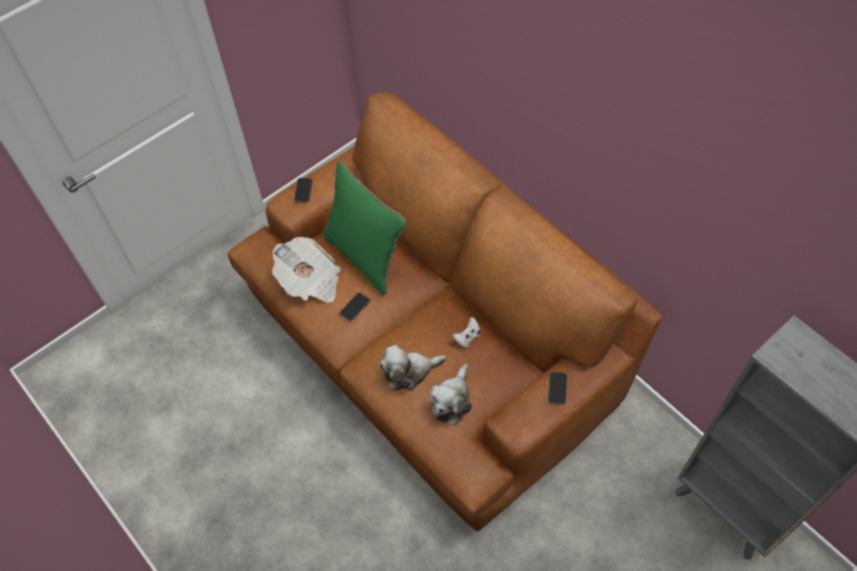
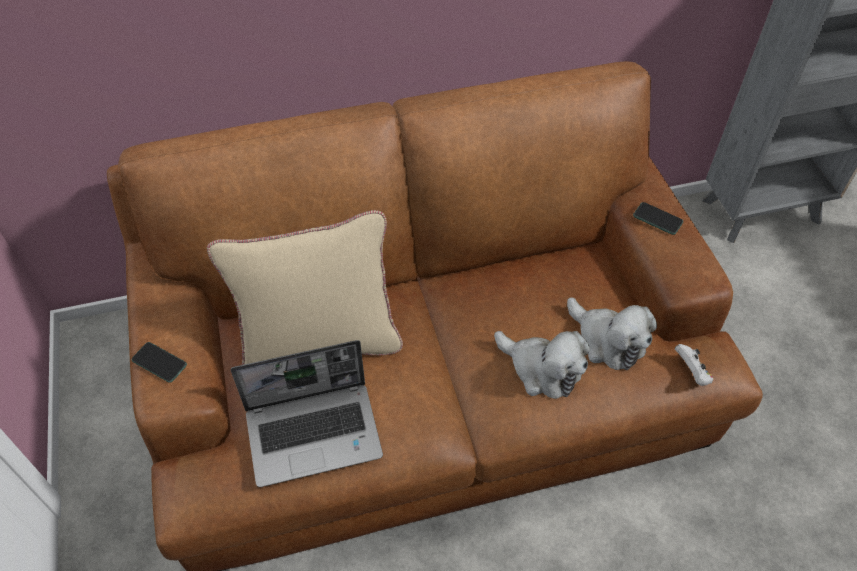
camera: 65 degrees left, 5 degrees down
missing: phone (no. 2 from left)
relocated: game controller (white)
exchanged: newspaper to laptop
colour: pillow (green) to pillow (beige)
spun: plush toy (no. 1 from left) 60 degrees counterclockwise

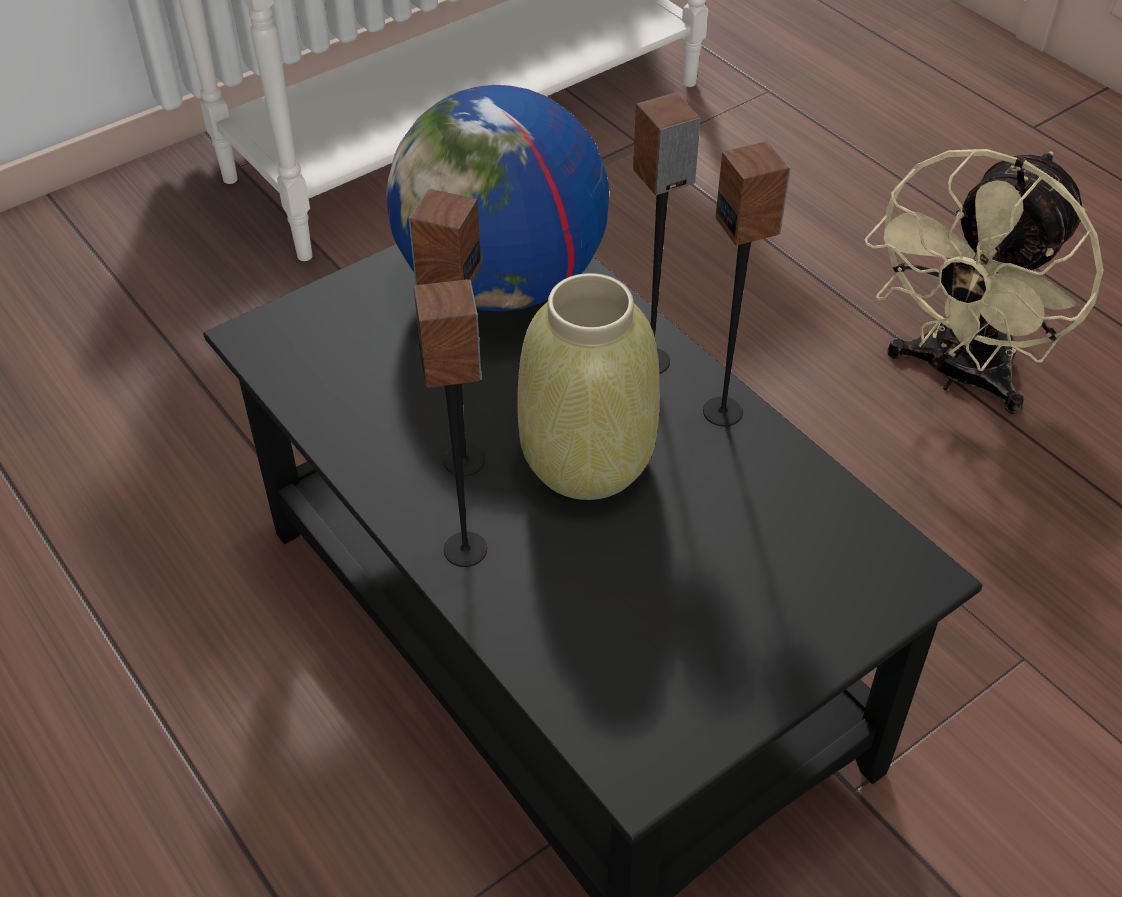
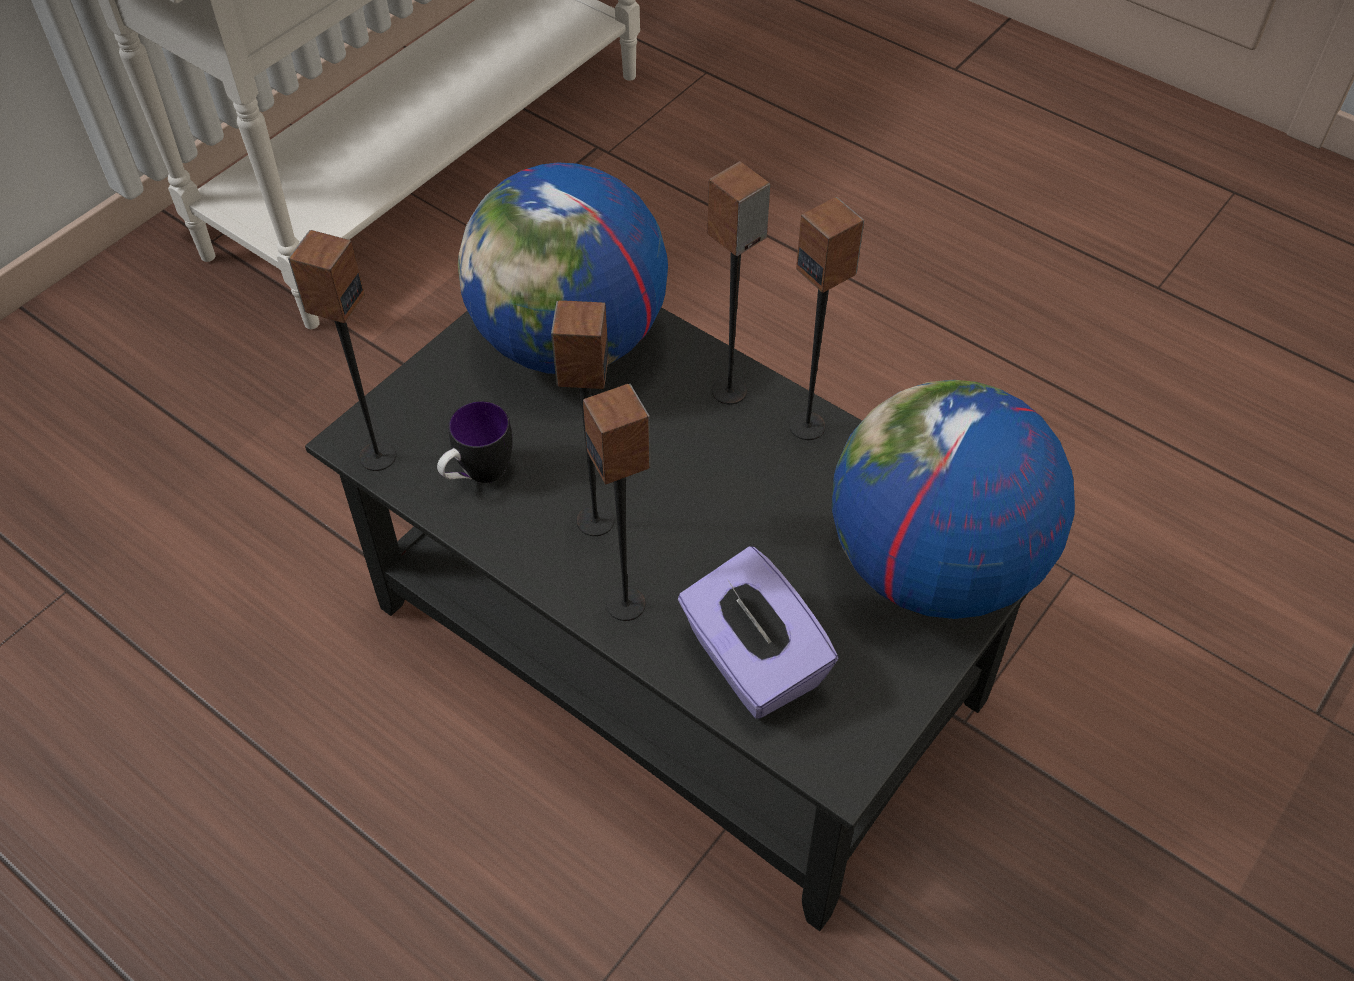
camera: 15 degrees left, 5 degrees up
missing: vase (beige); fan (beige)
appeared: speaker (no. 1 from left); mug; tissue box (purple); globe (no. 2 from left)

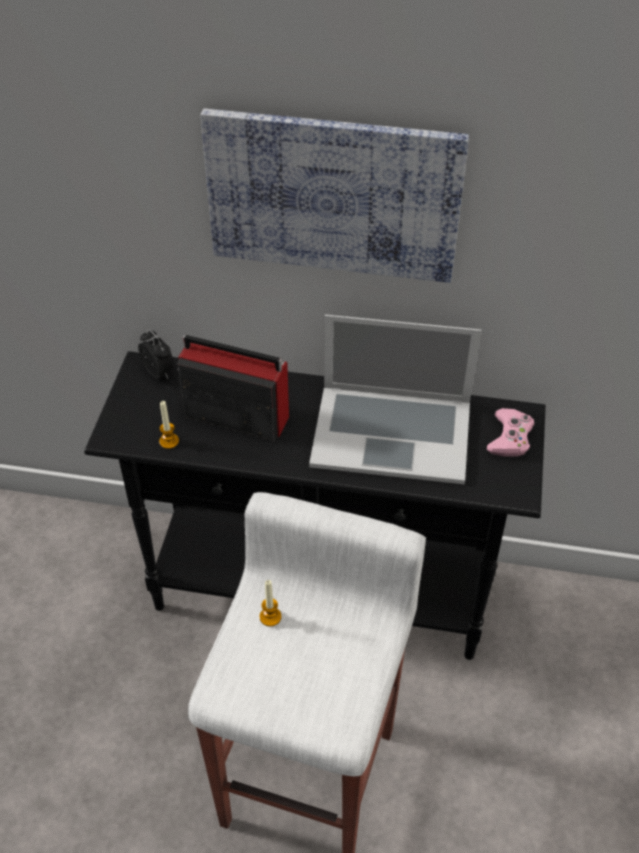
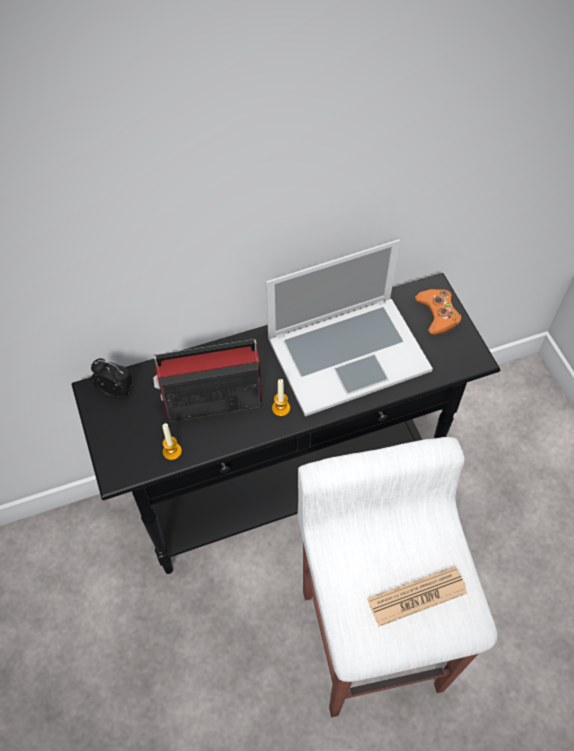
camera: 30 degrees left, 10 degrees up
missing: picture
appeared: newspaper
relocated: candle (no. 2 from left)
colour: game controller (pink) to game controller (orange)

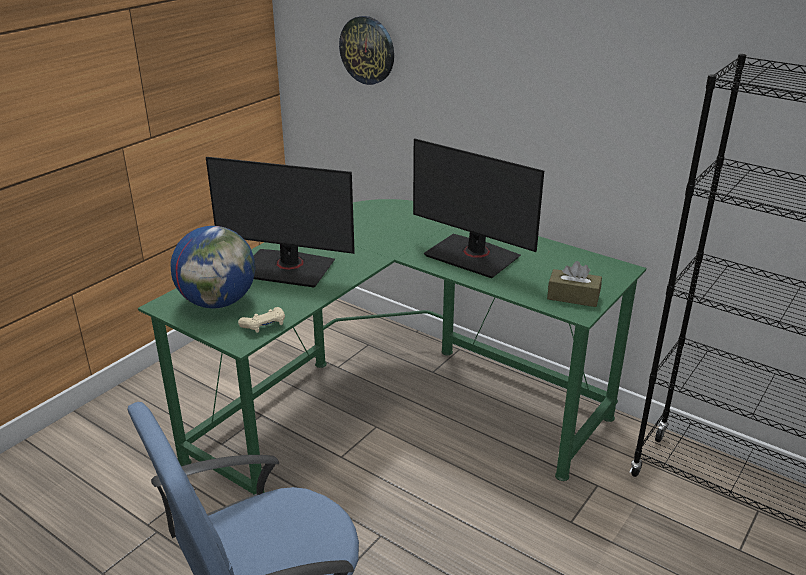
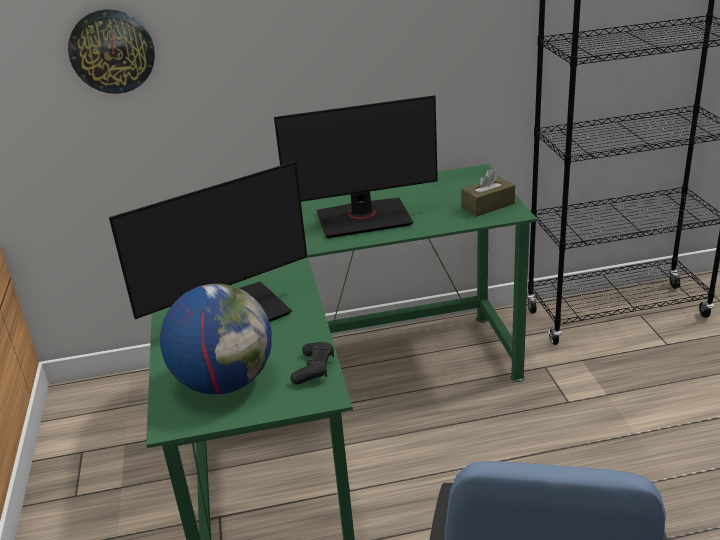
camera: 45 degrees left, 0 degrees up
colour: game controller (beige) to game controller (black)

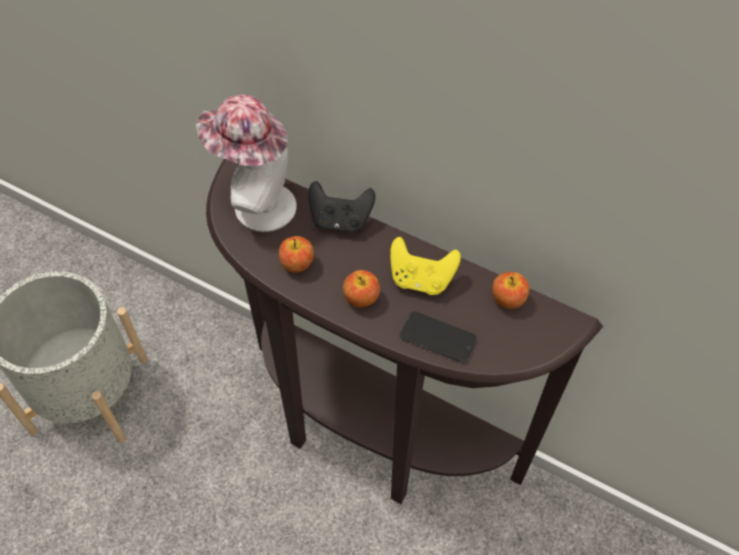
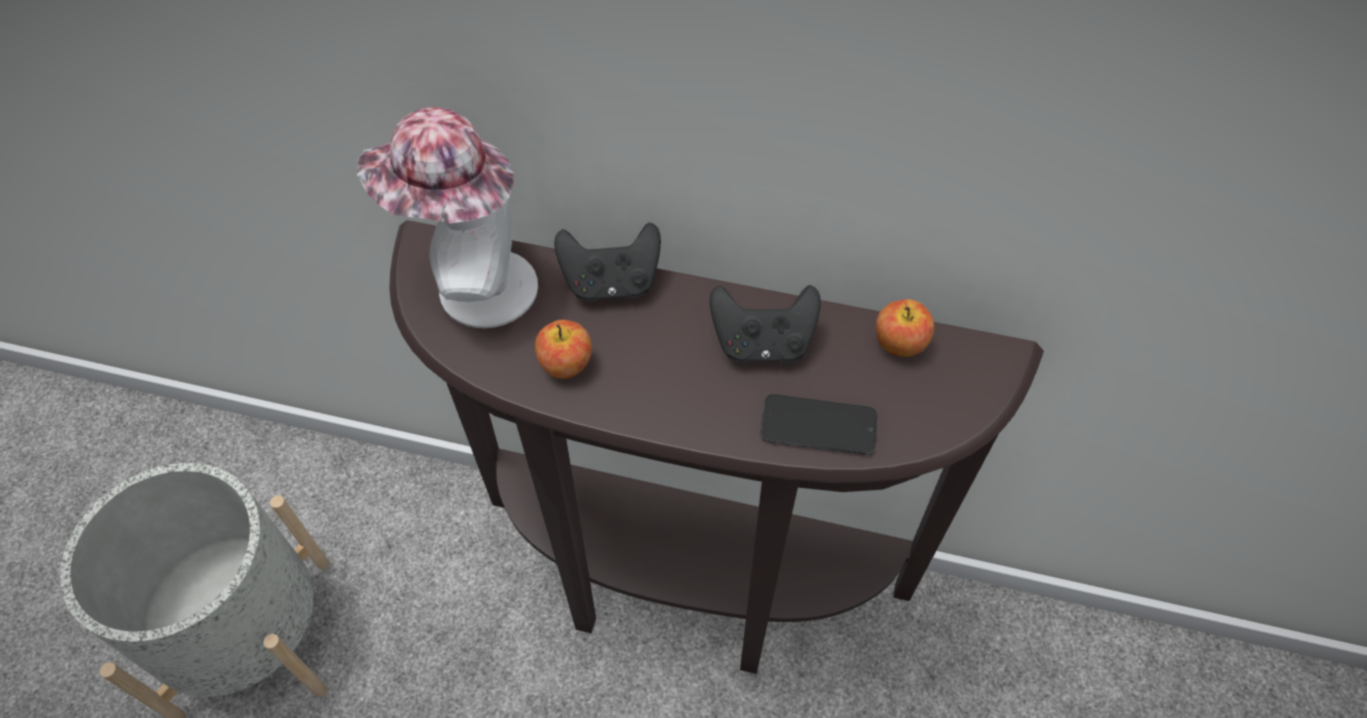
camera: 15 degrees left, 0 degrees up
missing: apple (no. 2 from left)
colour: game controller (yellow) to game controller (black) (no. 2 from left)

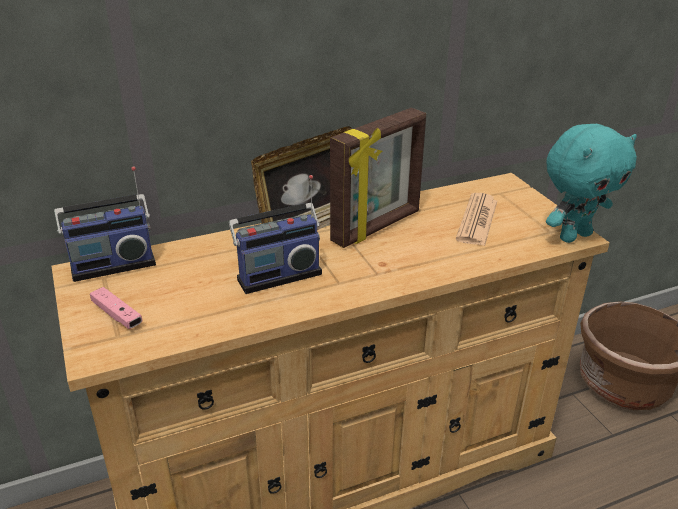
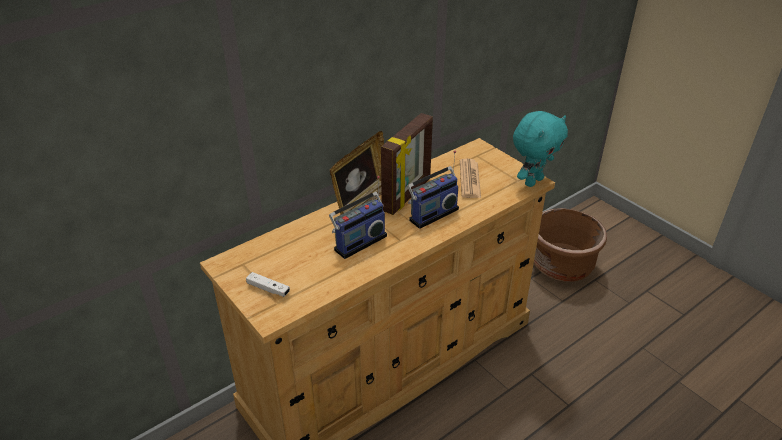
camera: 15 degrees left, 5 degrees up
relocated: radio (no. 1 from left in the first image) to radio (no. 2 from left)
colour: game controller (pink) to game controller (white)

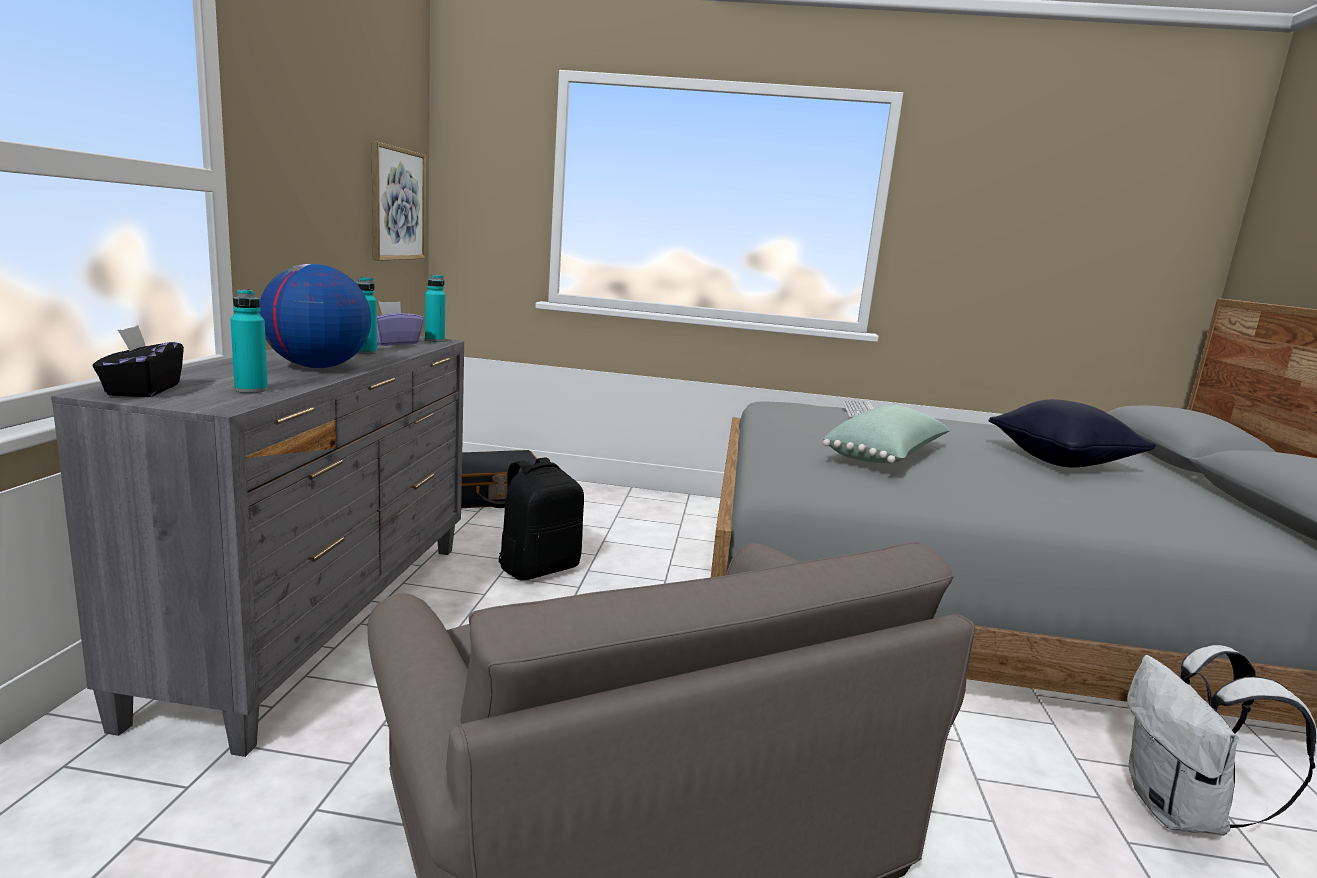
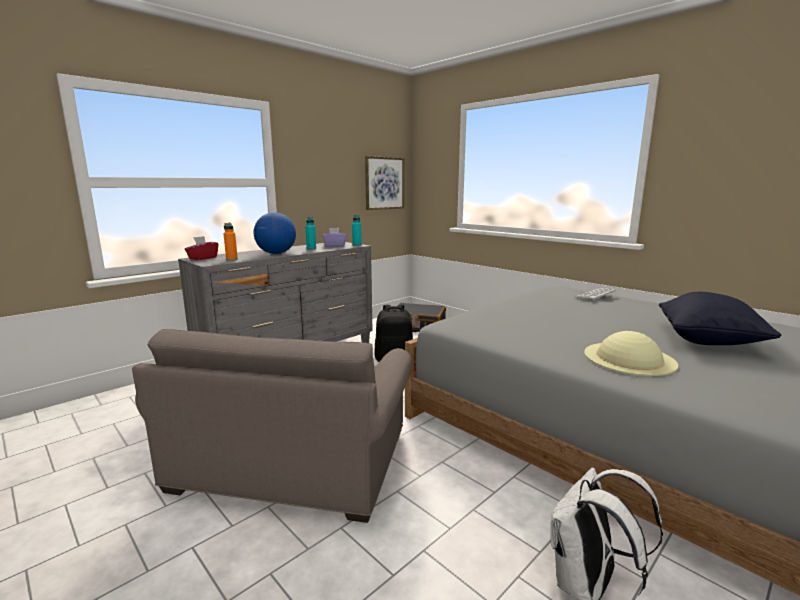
camera: 40 degrees right, 0 degrees up
missing: pillow (green)
appeared: hat (beige)
colour: tissue box (black) to tissue box (red); bottle (turquoise) (no. 1 from left) to bottle (orange)

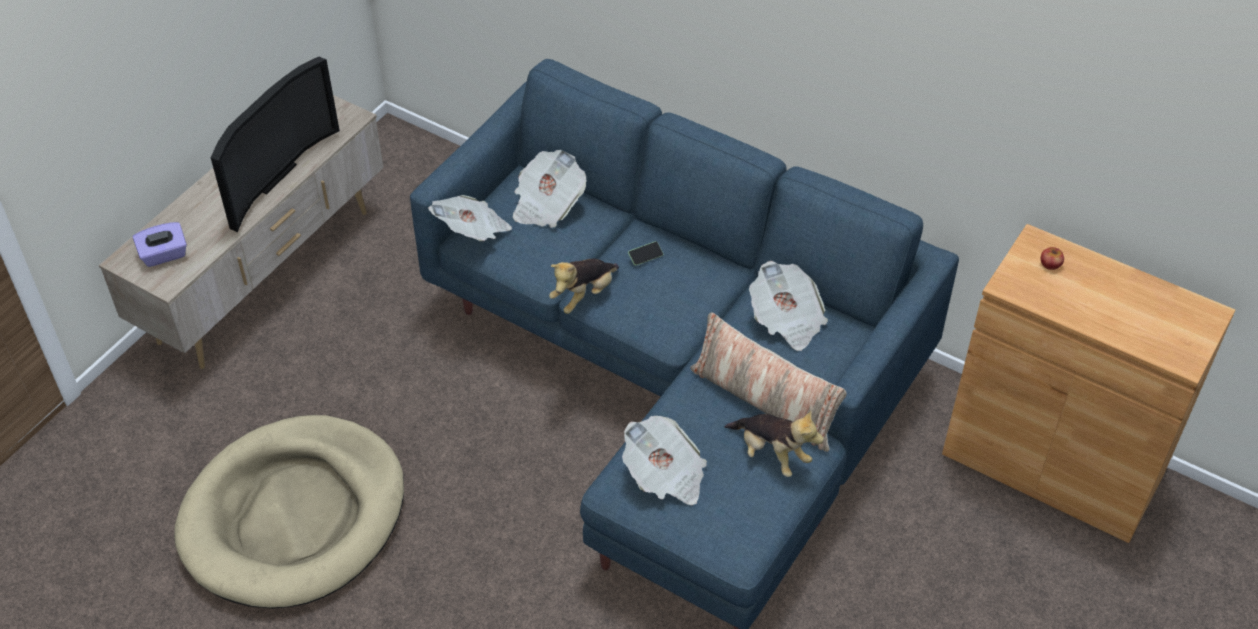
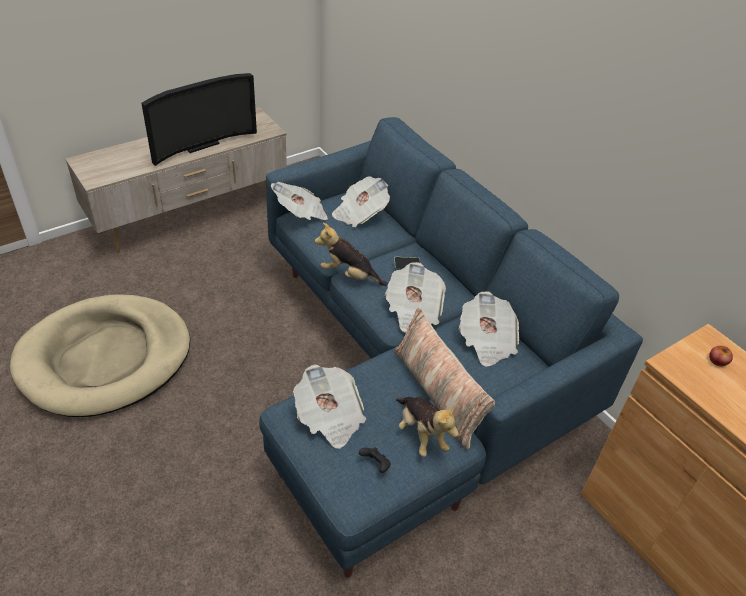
camera: 20 degrees right, 5 degrees down
missing: tissue box (purple)
appeared: game controller (black); newspaper (no. 4 from left)
spun: plush toy (no. 1 from left) 45 degrees clockwise

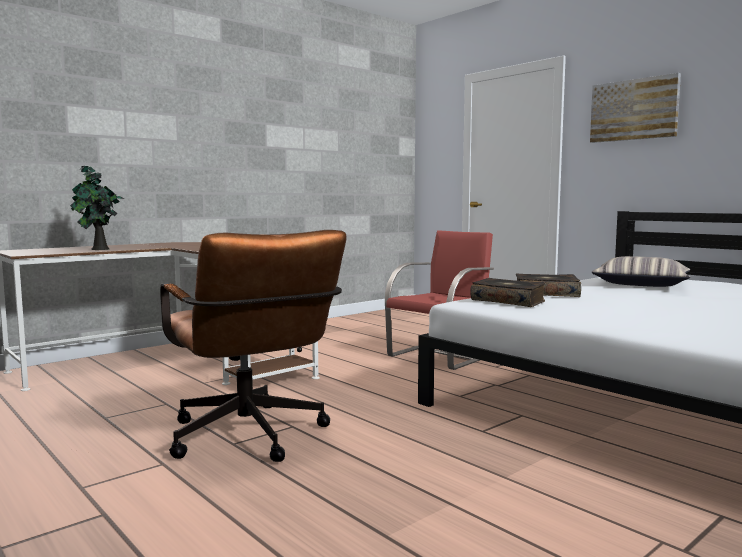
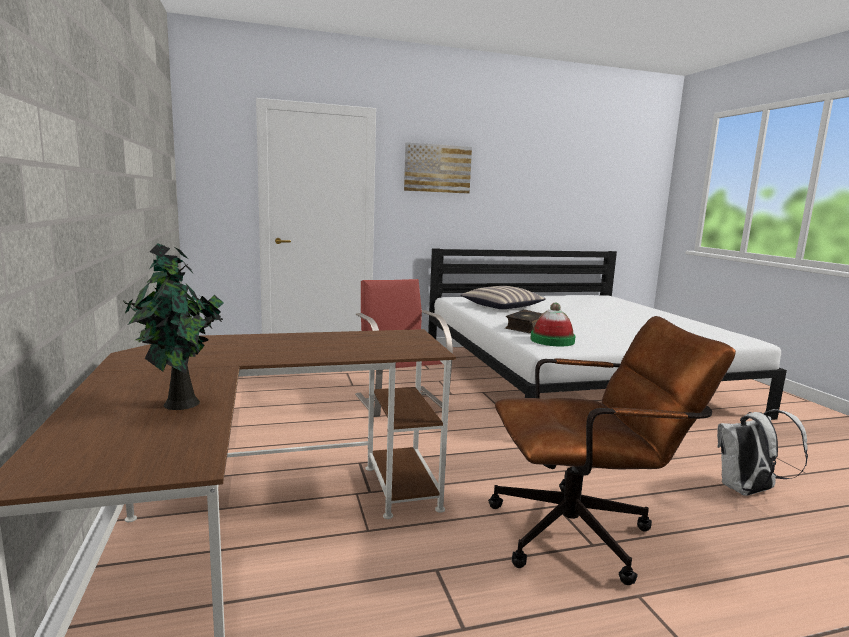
camera: 65 degrees left, 5 degrees up
appeared: backpack (white)
exchanged: book (no. 1 from left) to hat

